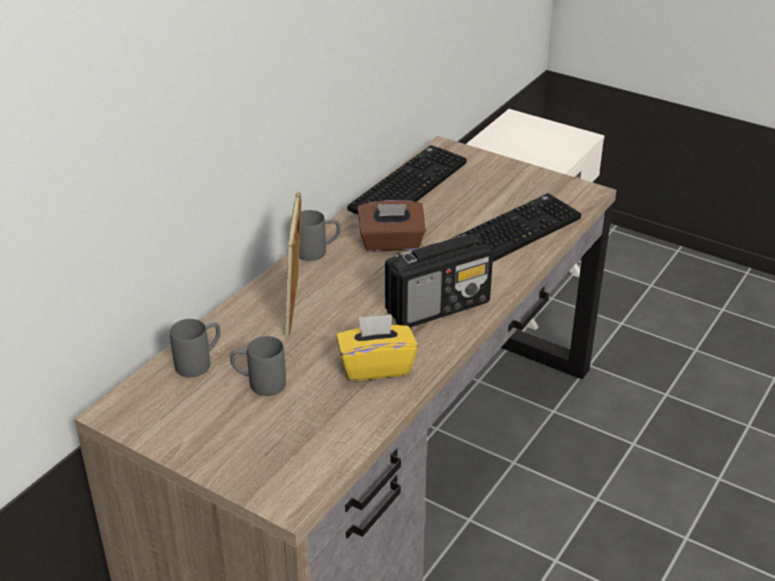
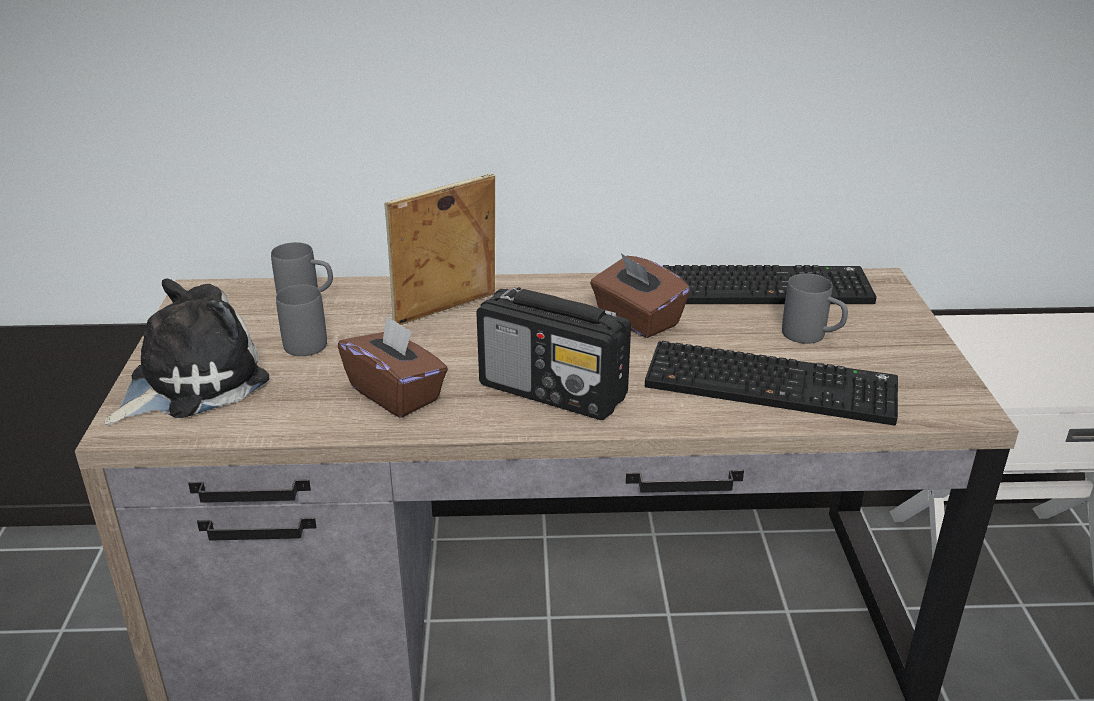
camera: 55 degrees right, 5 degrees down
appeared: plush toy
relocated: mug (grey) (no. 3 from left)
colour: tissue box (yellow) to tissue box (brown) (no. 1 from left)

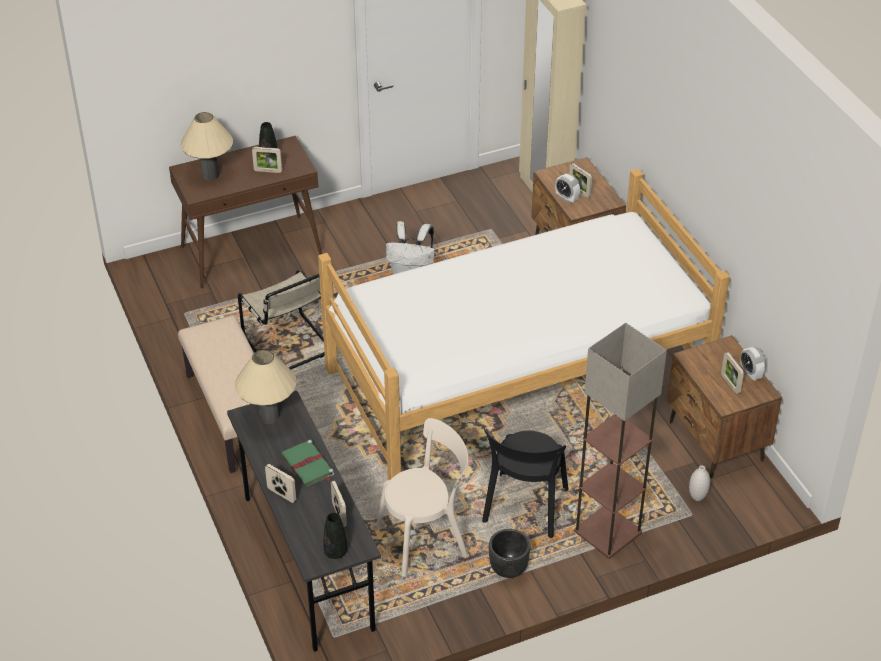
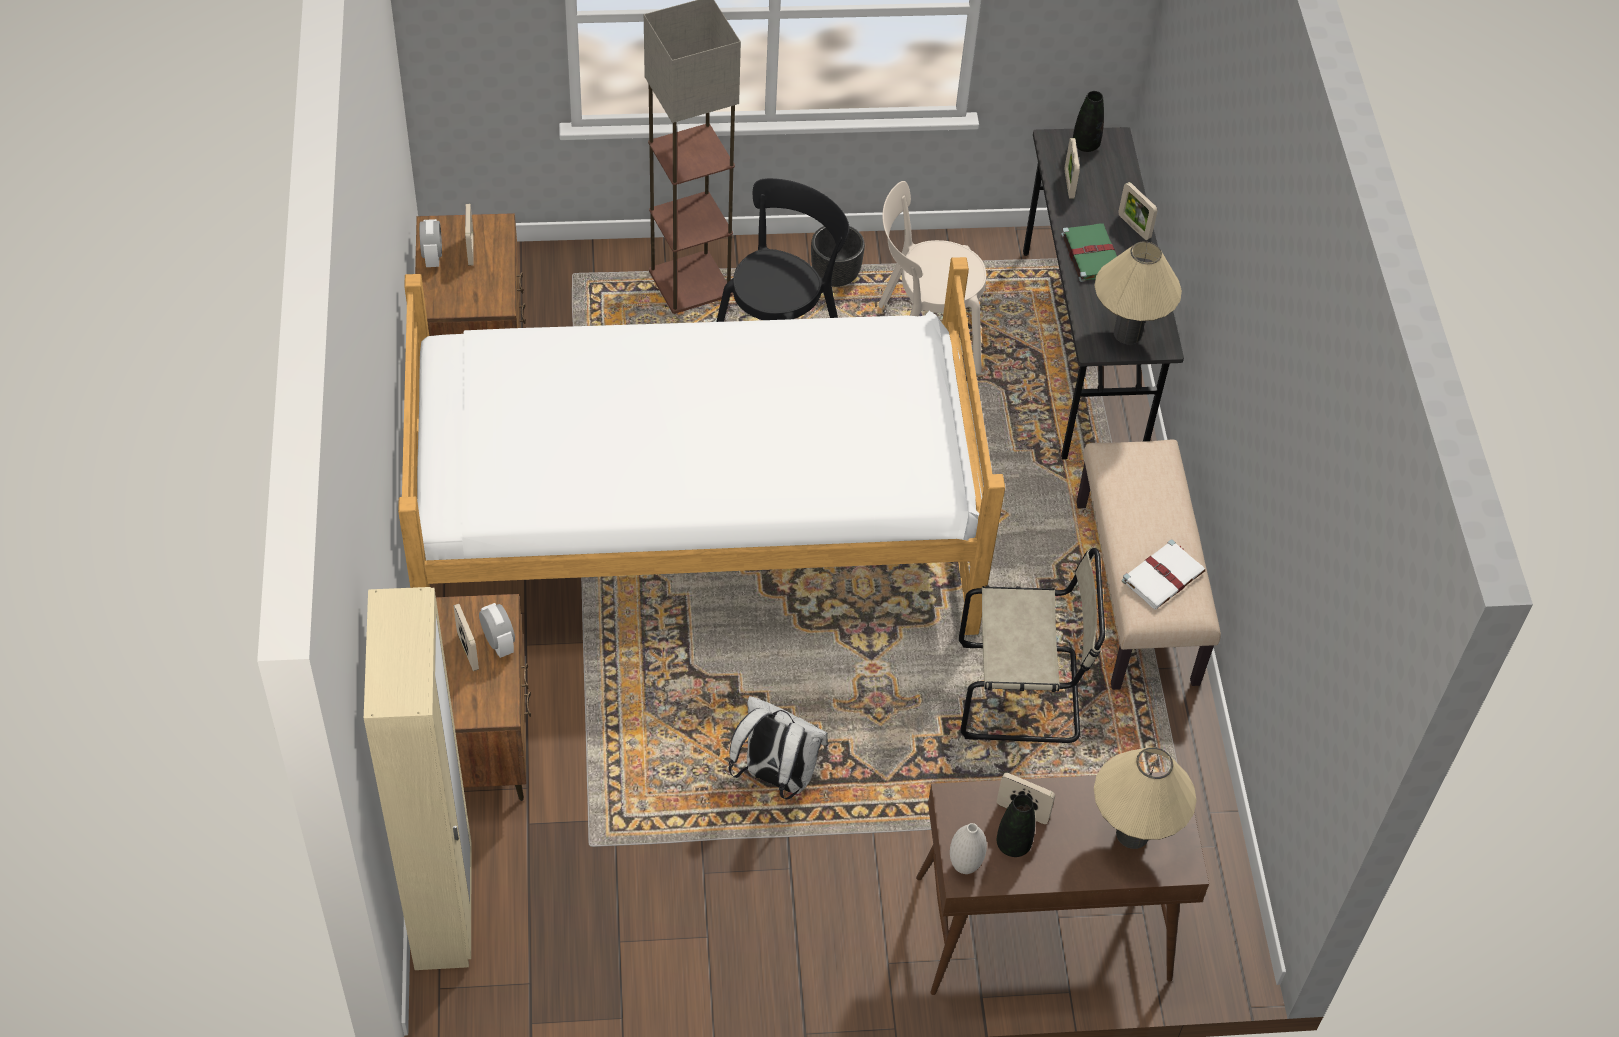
camera: 165 degrees left, 10 degrees up
appeared: book (white)
relocated: vase (white)
spun: chair (beige) (no. 1 from left in the first image) 105 degrees clockwise

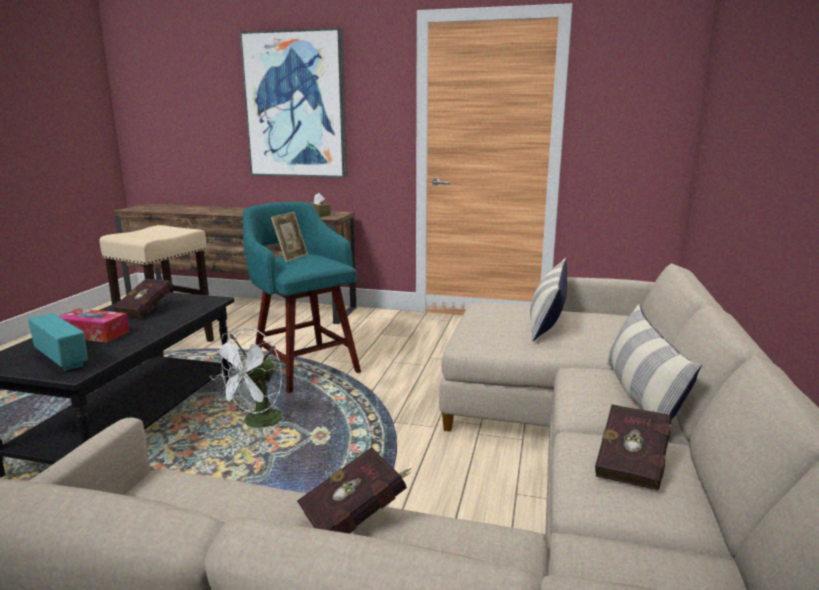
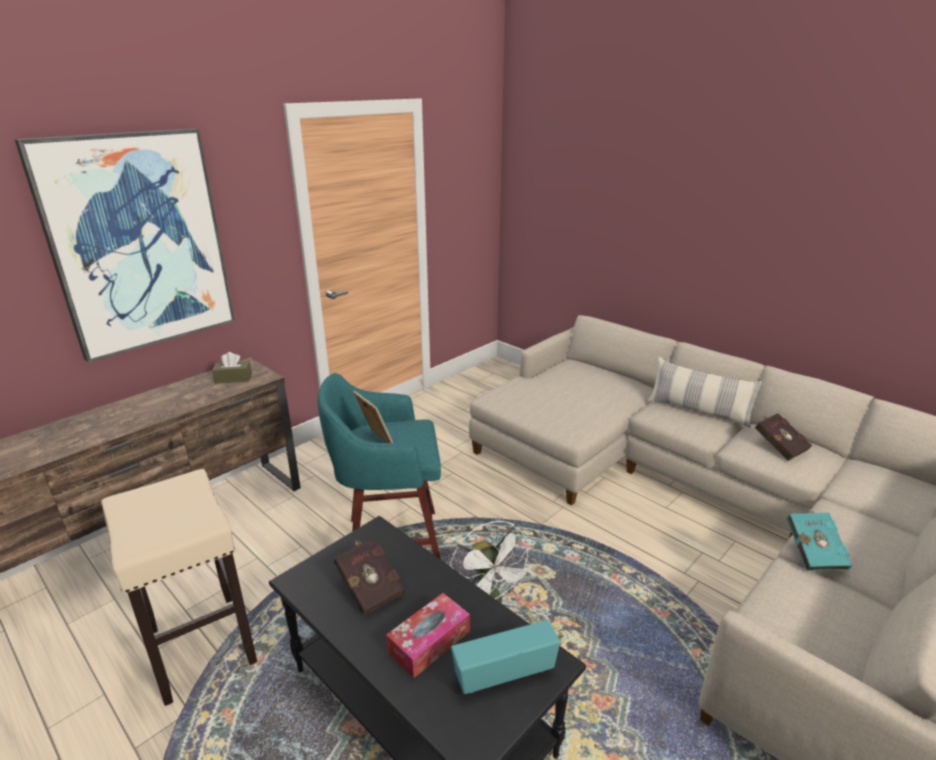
camera: 60 degrees left, 10 degrees up
missing: pillow (no. 1 from left)
colour: book (red) (no. 2 from left) to book (turquoise)

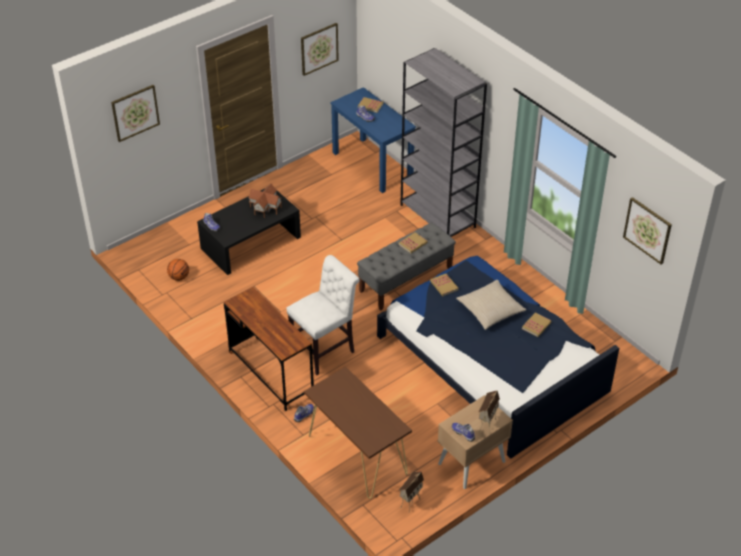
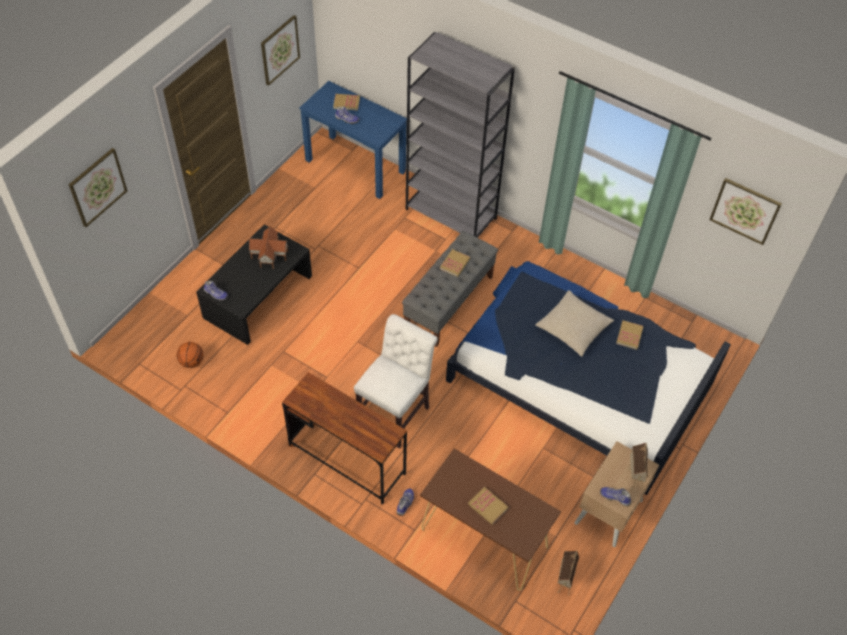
camera: 20 degrees left, 10 degrees up
relocated: book (no. 3 from left)

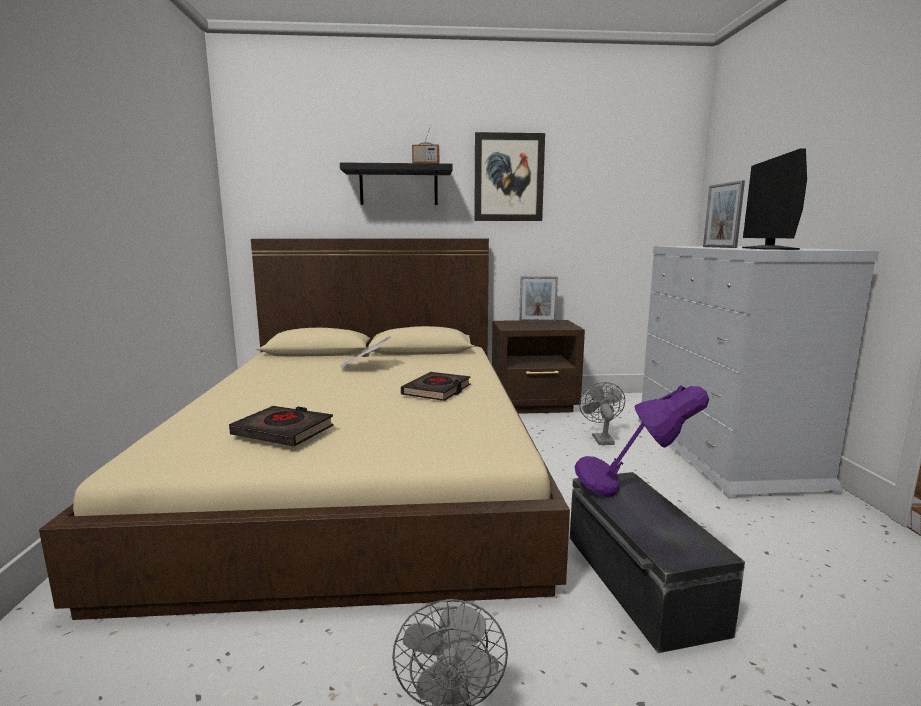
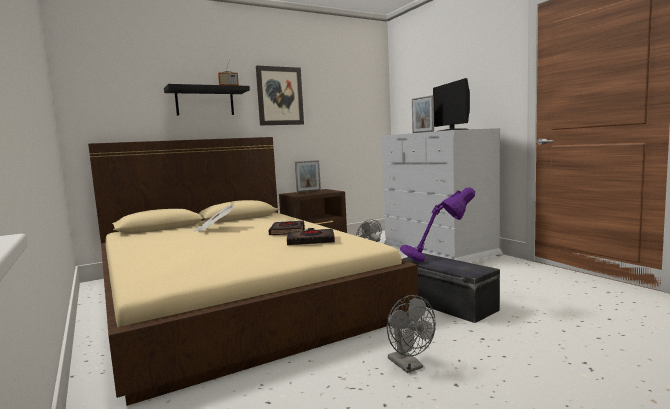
camera: 25 degrees left, 5 degrees down
relocated: book (black) (no. 1 from left in the first image) to book (black) (no. 2 from left)

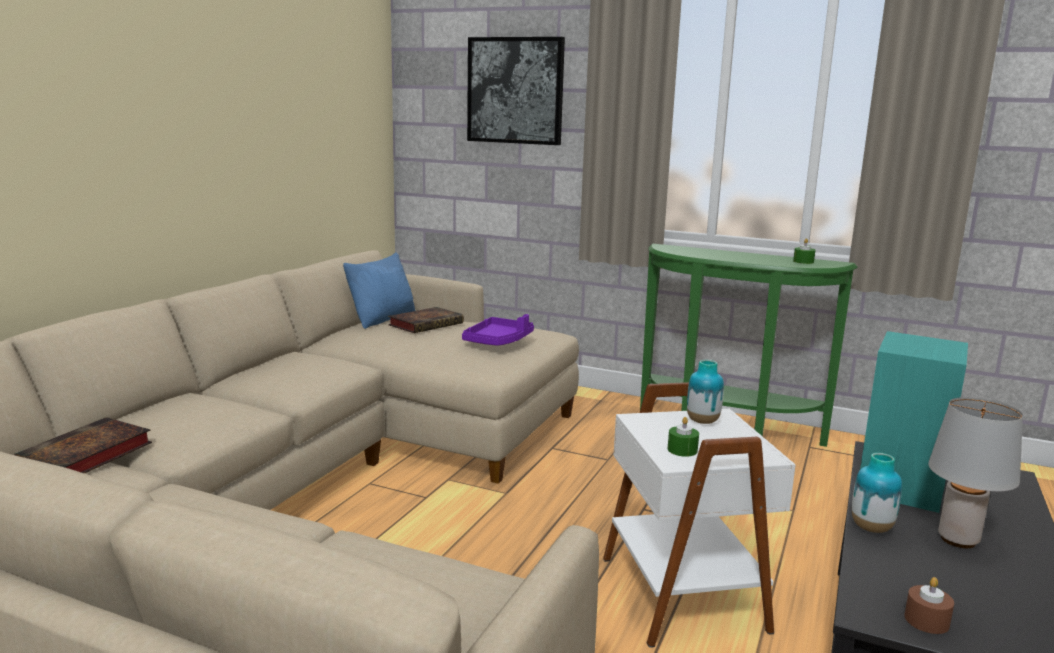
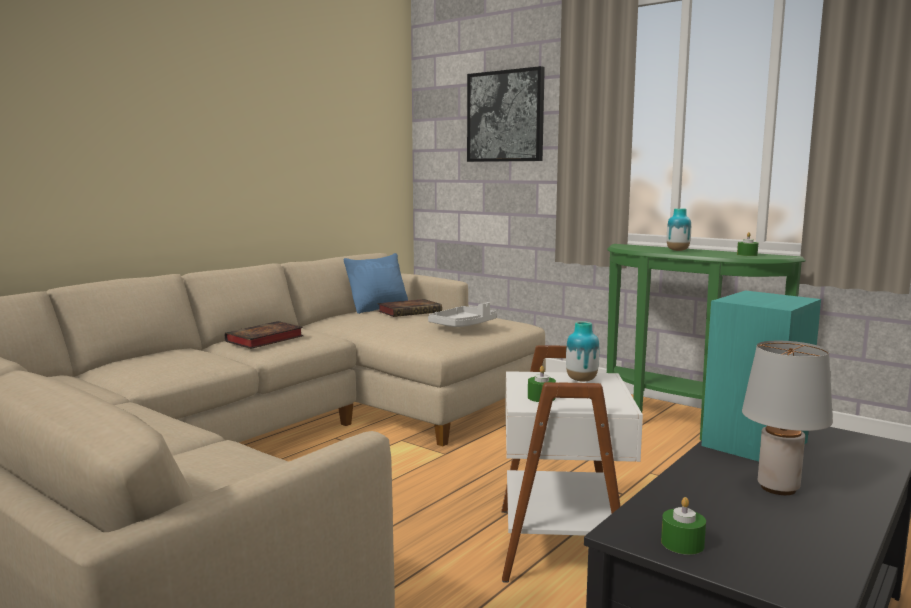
camera: 15 degrees right, 5 degrees down
relocated: book (no. 1 from left); vase (no. 2 from left)
colour: tray (purple) to tray (grey); candle (brown) to candle (green) (no. 2 from left)

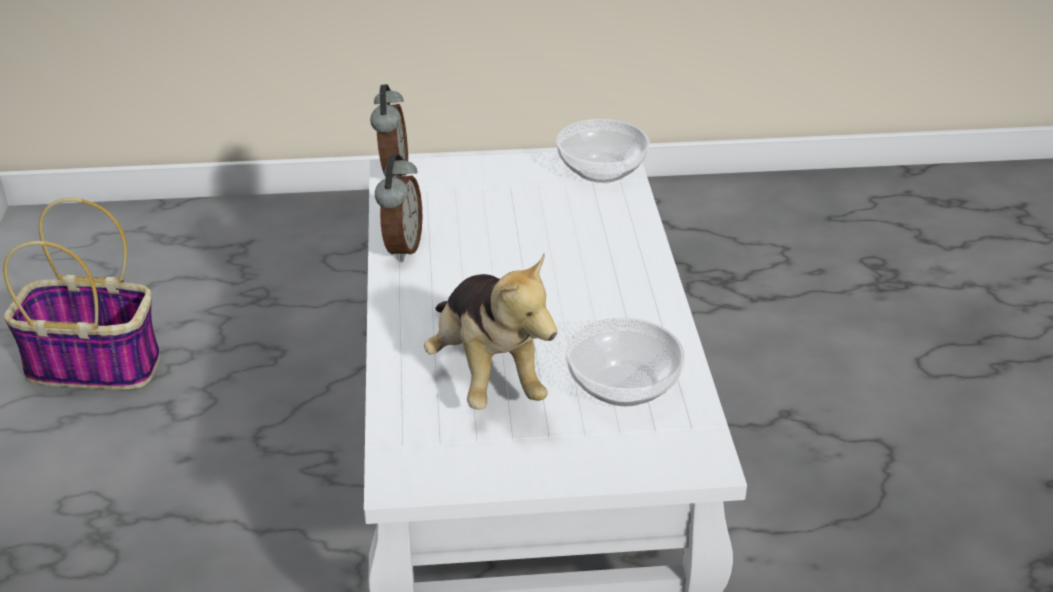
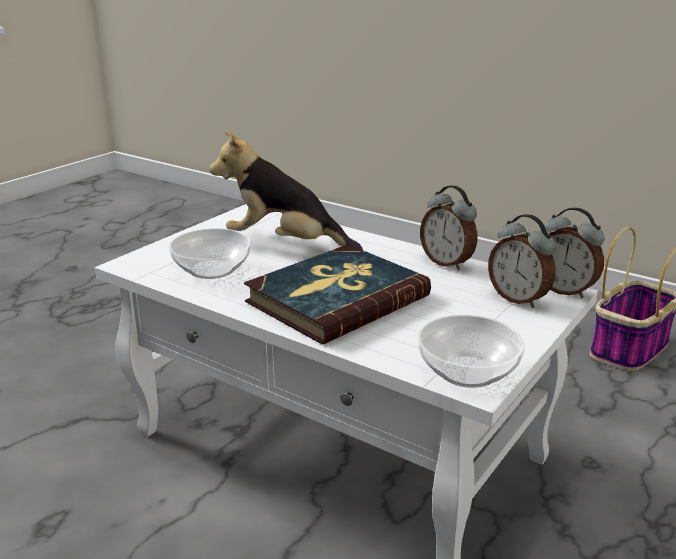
camera: 130 degrees right, 10 degrees down
appeared: book; alarm clock (no. 2 from left)

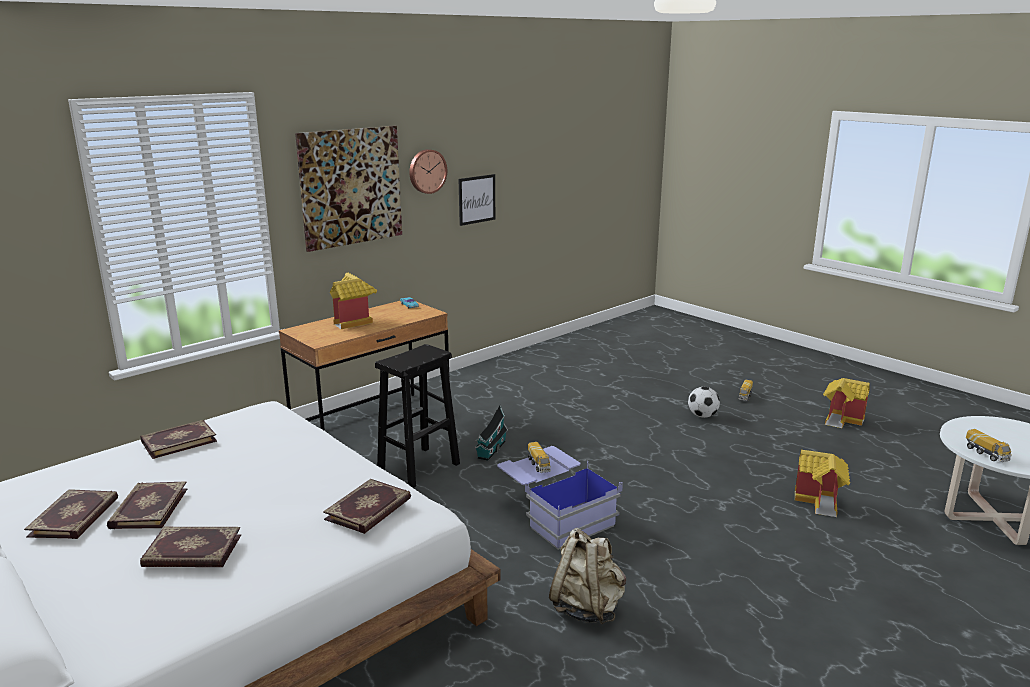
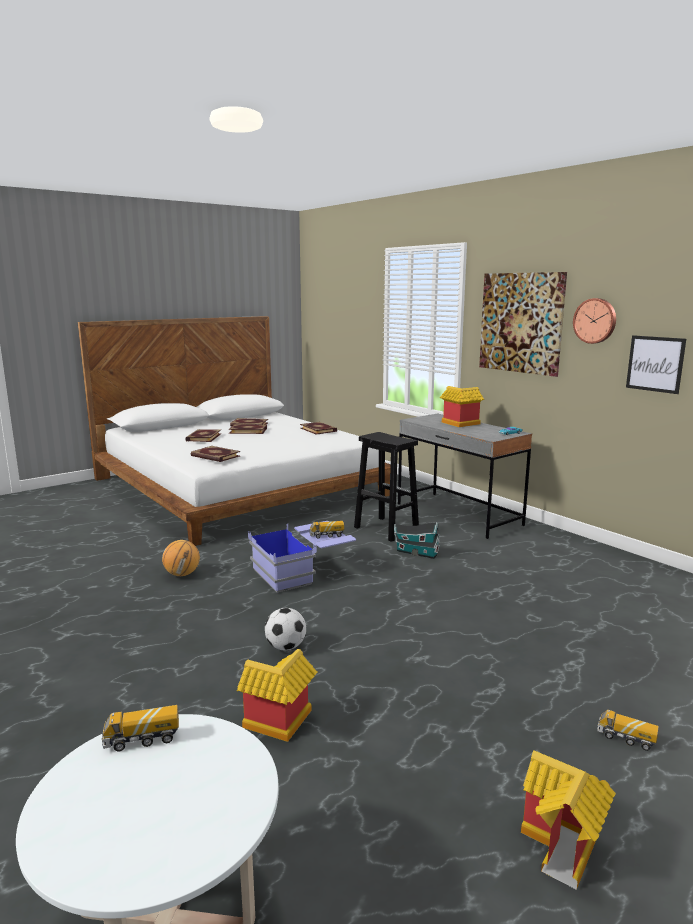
camera: 95 degrees right, 5 degrees down
relocated: football
exchanged: backpack (beige) to basketball
colour: desk (brown) to desk (grey)

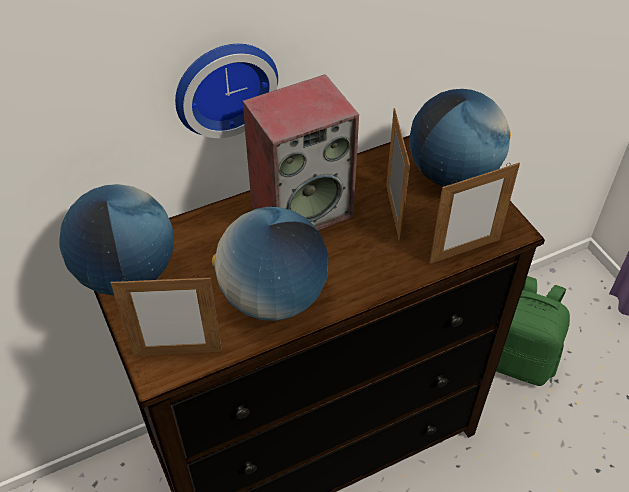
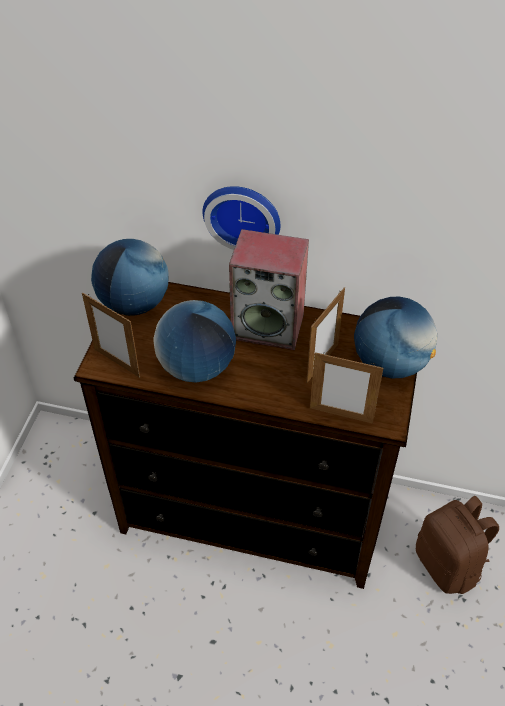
camera: 40 degrees right, 0 degrees up
colour: backpack (green) to backpack (brown)

